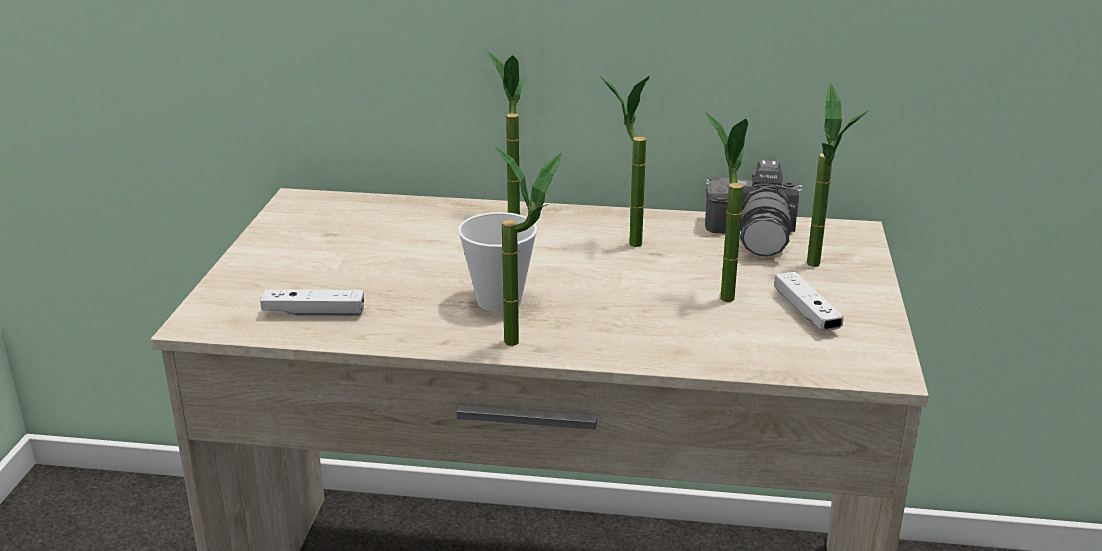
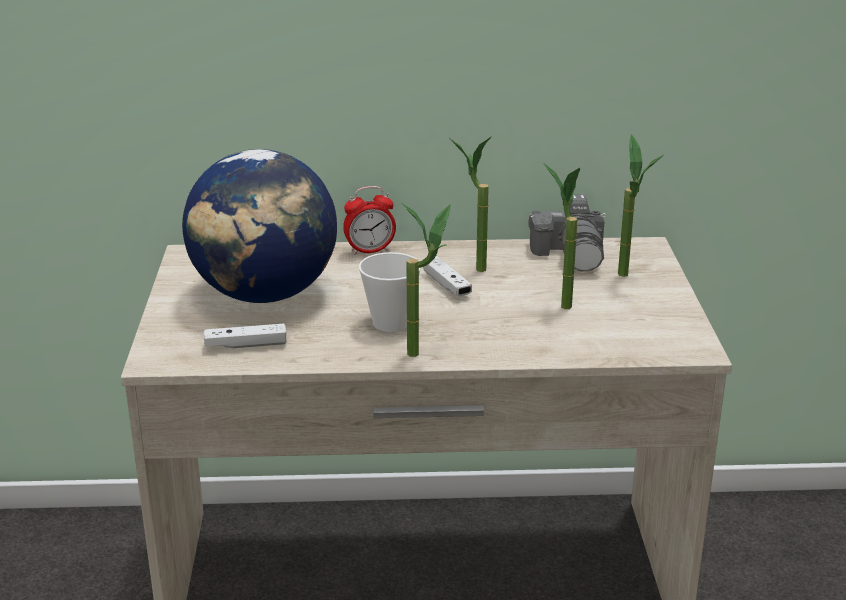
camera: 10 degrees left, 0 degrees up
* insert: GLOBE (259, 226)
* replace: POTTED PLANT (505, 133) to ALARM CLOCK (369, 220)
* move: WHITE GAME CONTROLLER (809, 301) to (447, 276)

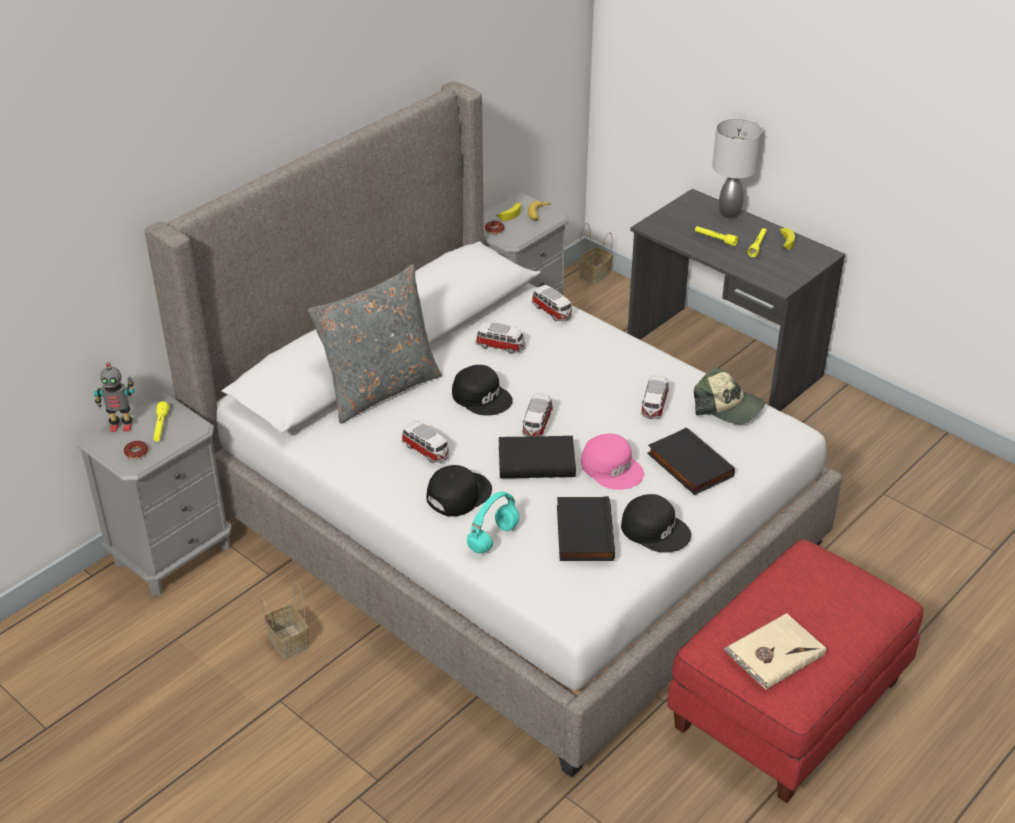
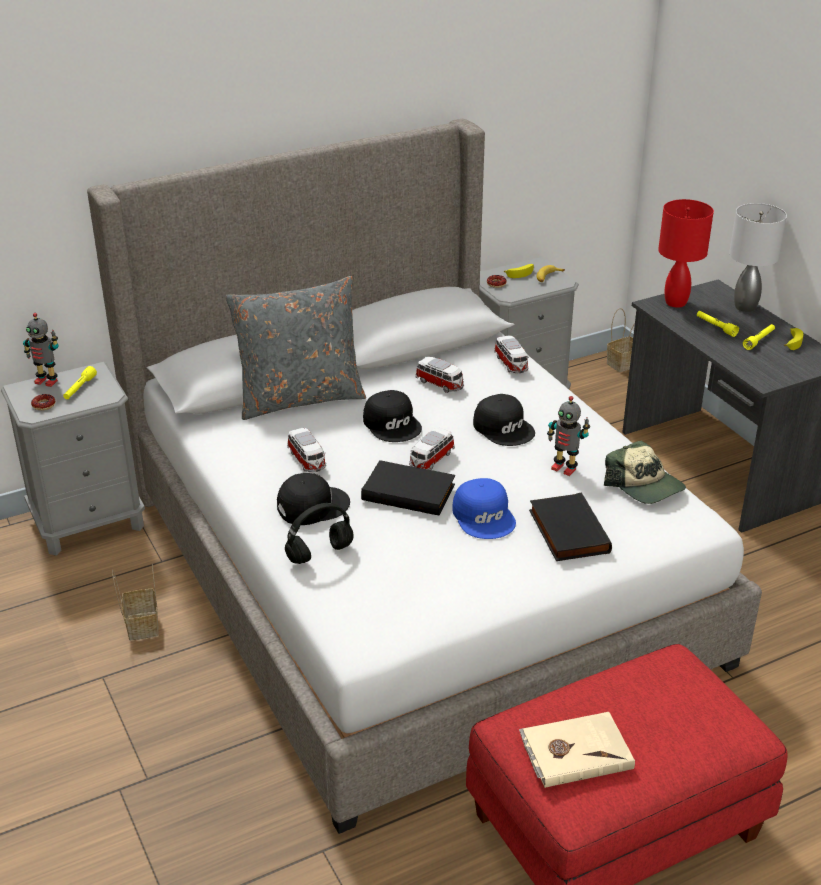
camera: 20 degrees right, 5 degrees down
* recolor: TURQUOISE HEADPHONES (493, 522) to BLACK HEADPHONES (319, 533)
* recolor: PINK CAP (612, 461) to BLUE CAP (484, 508)
* move: BLACK CAP (656, 523) to (504, 420)
* replace: TOY CAR (655, 397) to TOY ROBOT (568, 436)
* insert: RED TABLE LAMP (686, 253)
* delete: BLACK BOOK (586, 528)

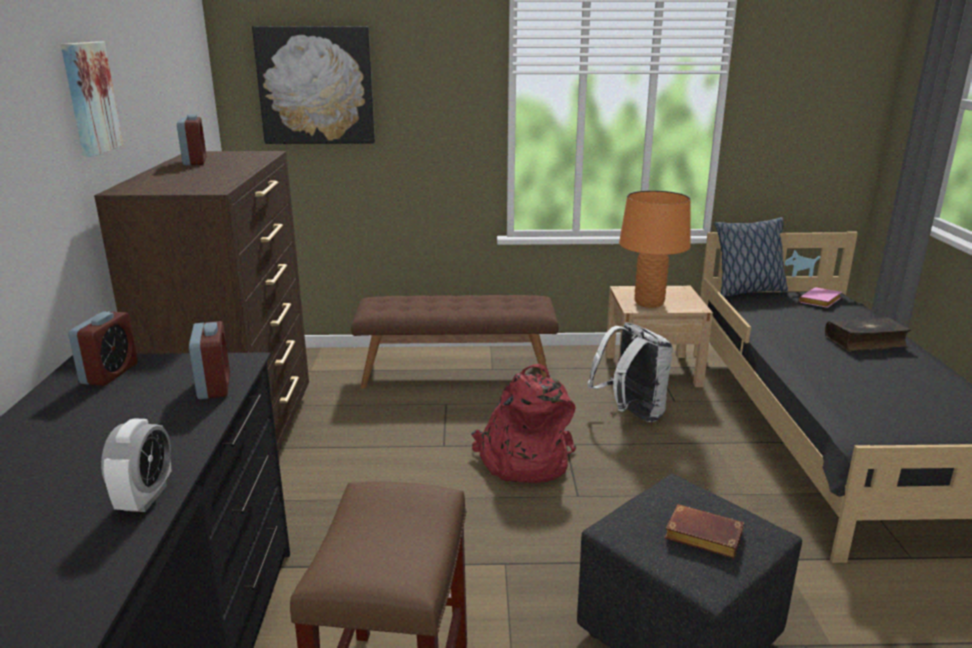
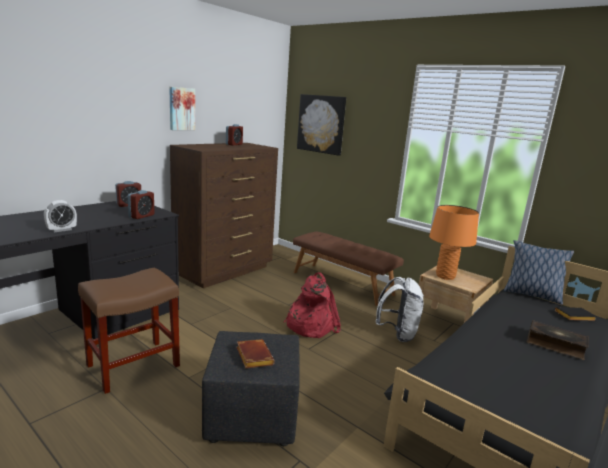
camera: 40 degrees right, 5 degrees down
* recolor: PINK BOOK (820, 297) to BLACK BOOK (576, 314)

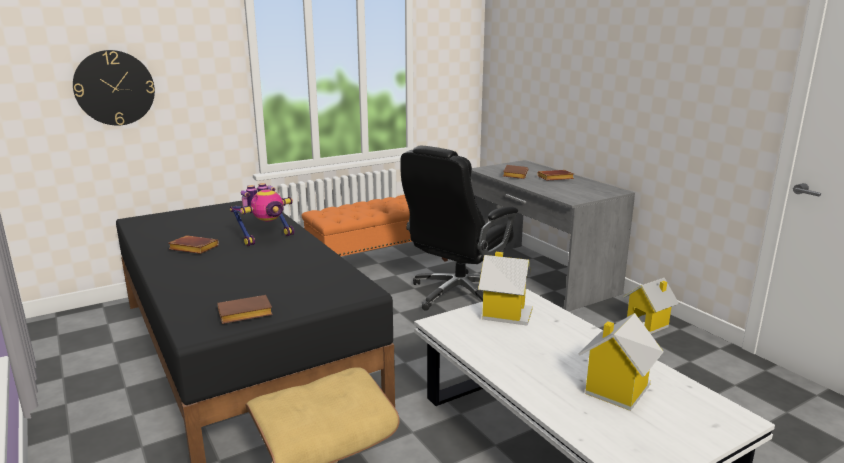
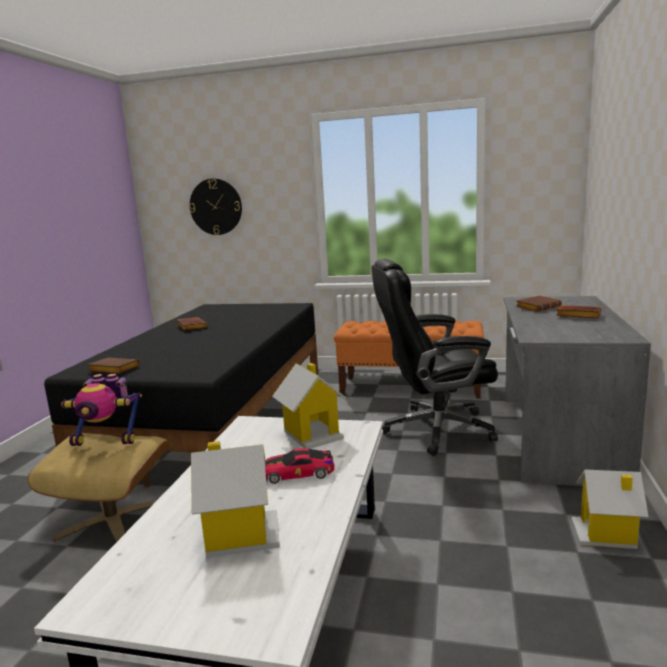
camera: 45 degrees right, 5 degrees down
* move: TOY ROBOT (262, 214) to (101, 410)
* insert: TOY CAR (300, 466)

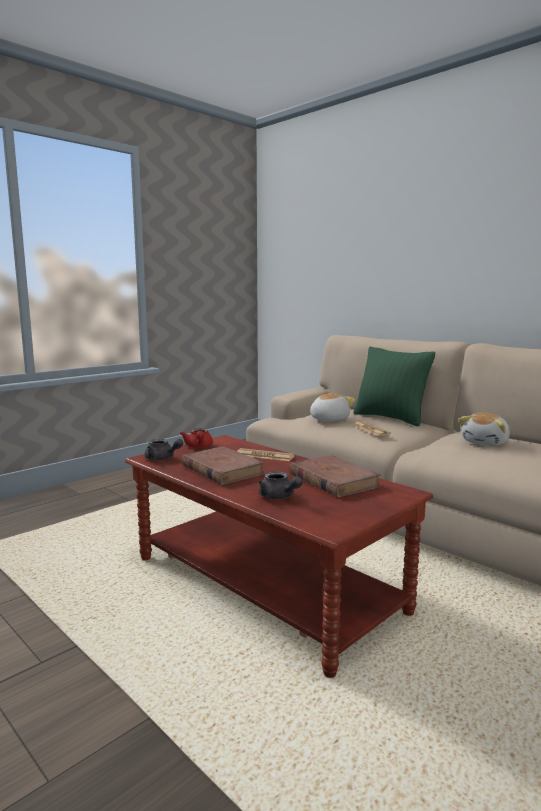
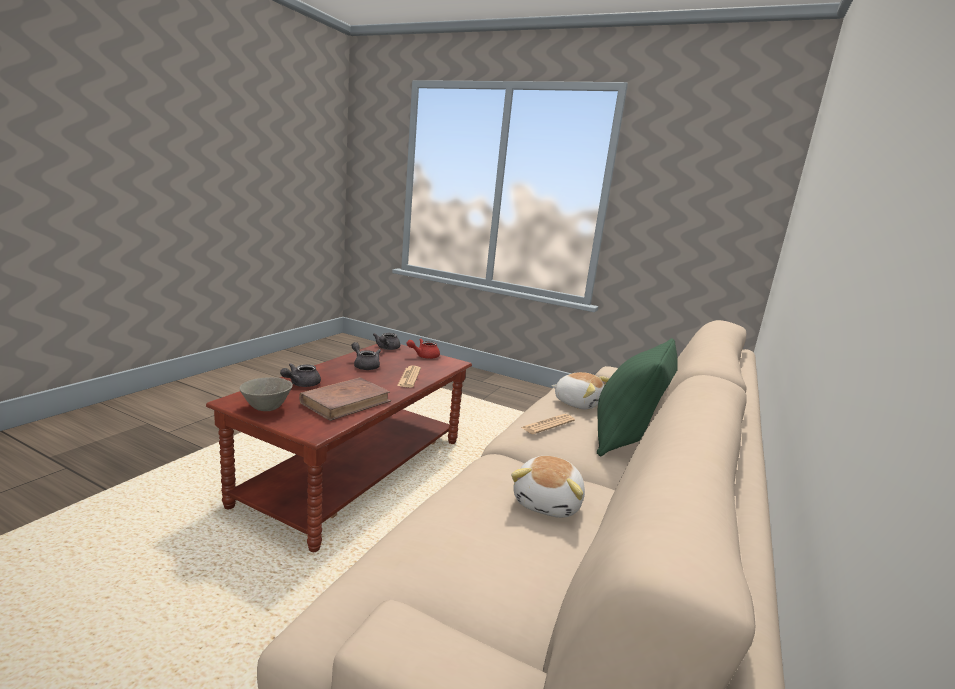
camera: 70 degrees right, 5 degrees up
* insert: GREY BOWL (266, 394)
* replace: BROWN BOOK (223, 466) to GREY TEAPOT (366, 356)
* rotate: PLUSH TOY (484, 429) = (548, 487) 90 degrees counterclockwise

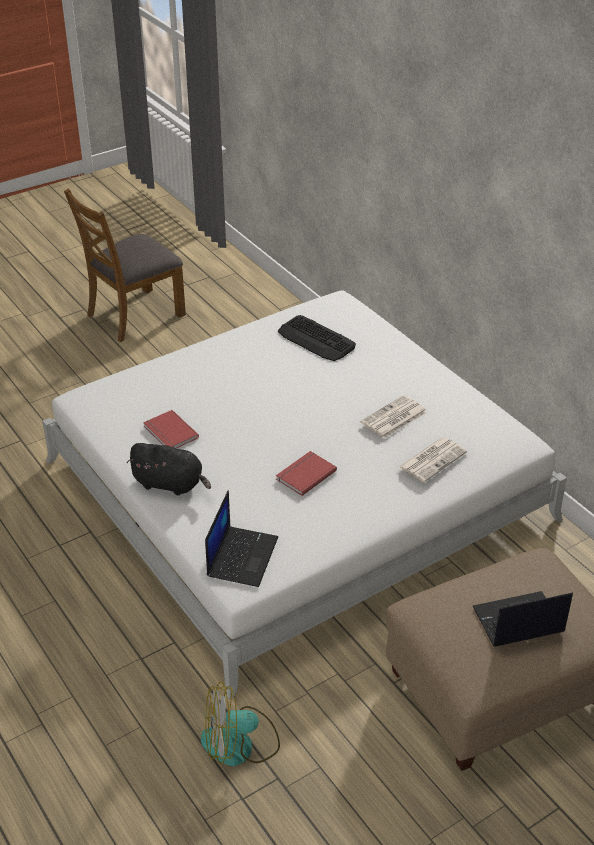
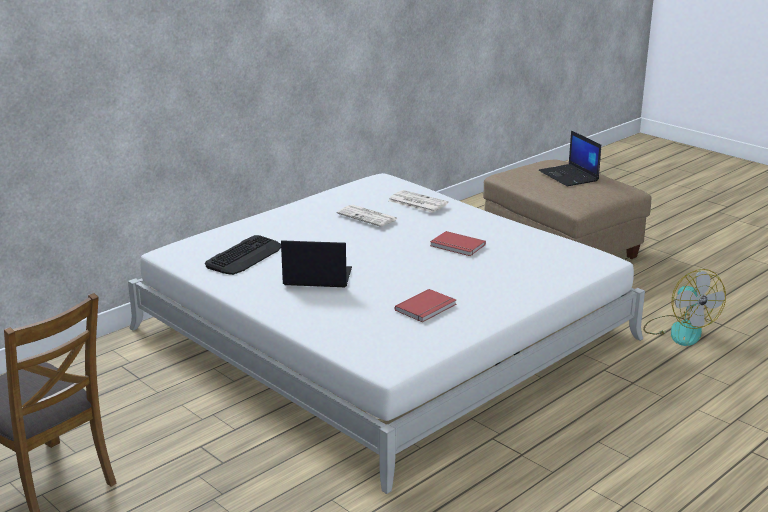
camera: 100 degrees left, 15 degrees down
* move: LAPTOP (241, 538) to (316, 263)
* delete: BLACK PLUSH TOY (169, 469)

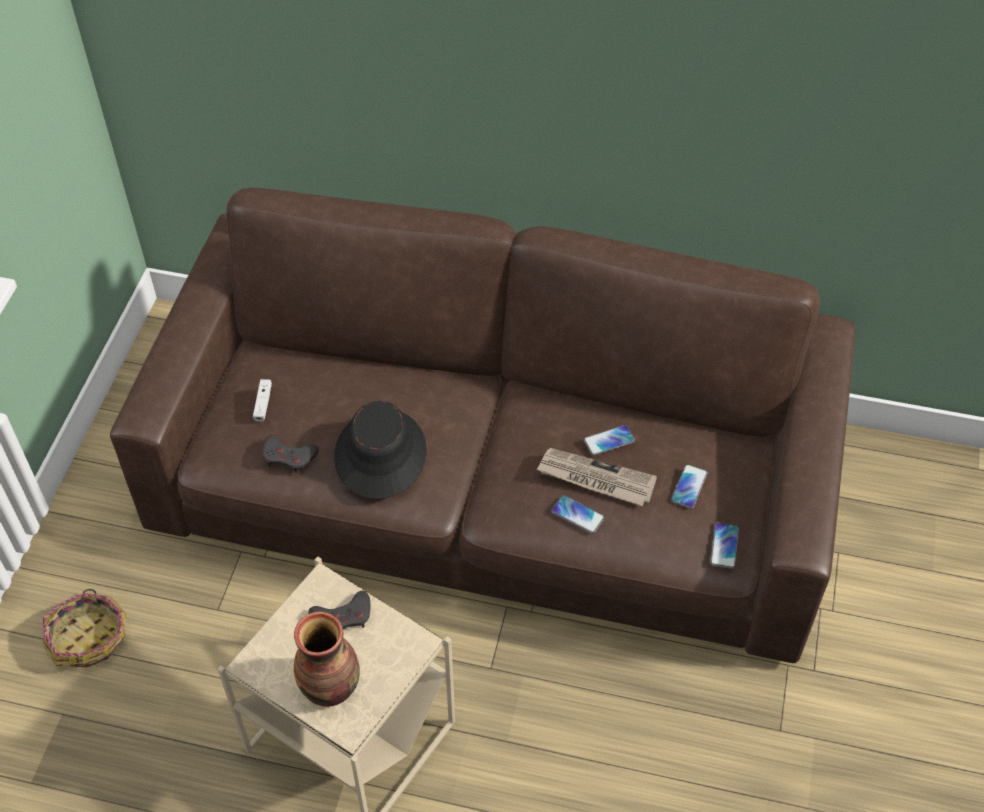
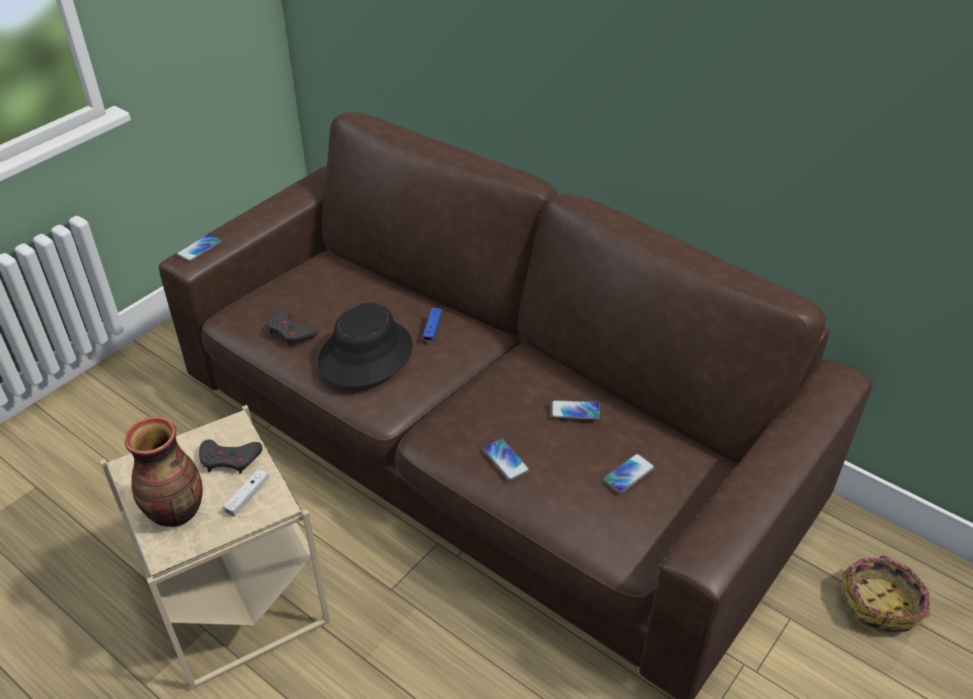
camera: 25 degrees right, 10 degrees down
* move: PHONE (724, 546) to (199, 248)
* move: WHITE GAME CONTROLLER (262, 400) to (246, 493)
* insert: BLUE GAME CONTROLLER (432, 324)
* move: BASKET (84, 628) to (886, 594)
* delete: NEWSPAPER (596, 477)

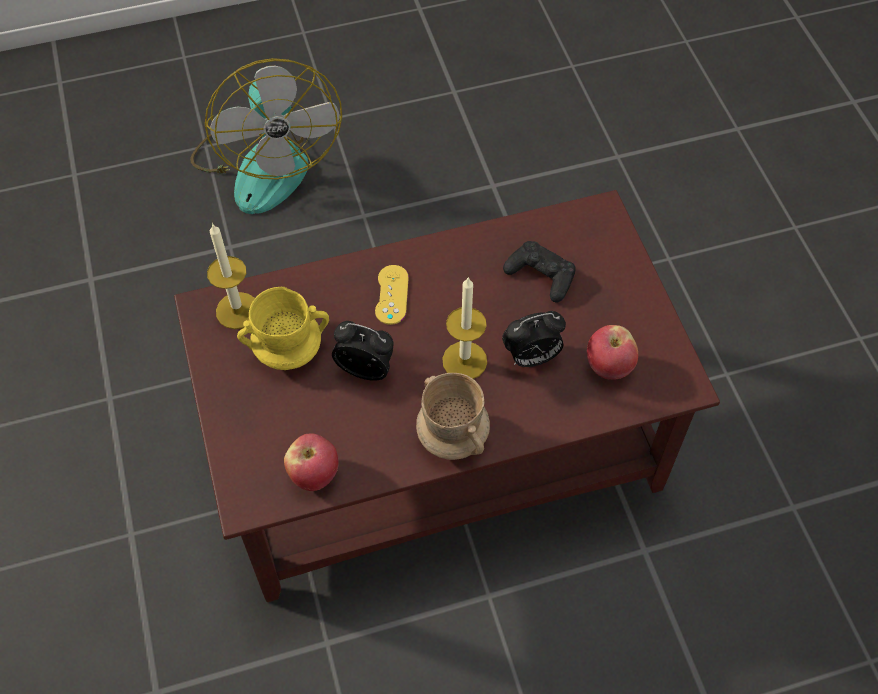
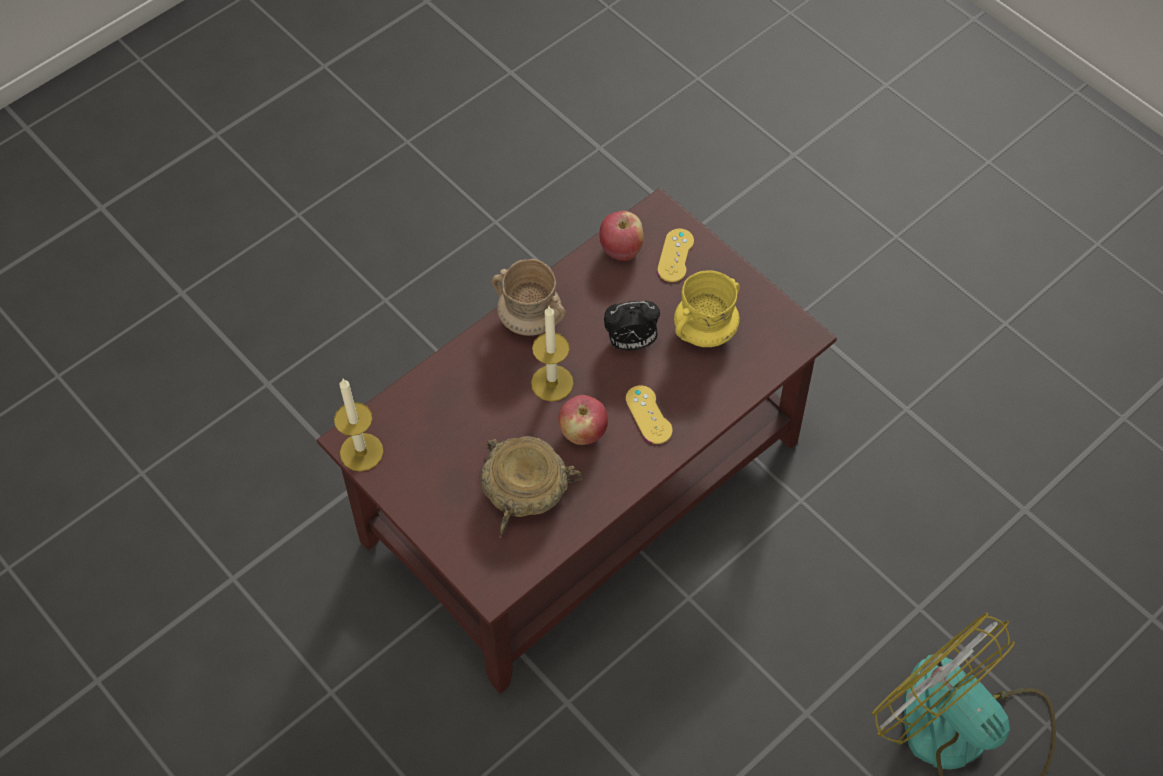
camera: 155 degrees right, 0 degrees up
* move: CANDLE (231, 276) to (358, 425)
* replace: BLACK GAME CONTROLLER (539, 272) to BEIGE BOWL (532, 487)
* move: APPLE (612, 352) to (583, 420)
* insert: YELLOW GAME CONTROLLER (675, 255)
* delete: ALARM CLOCK (534, 339)

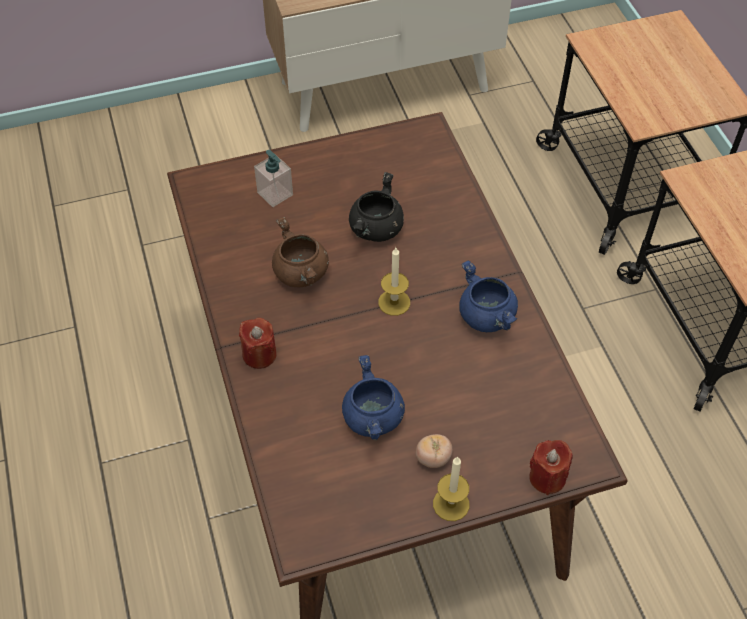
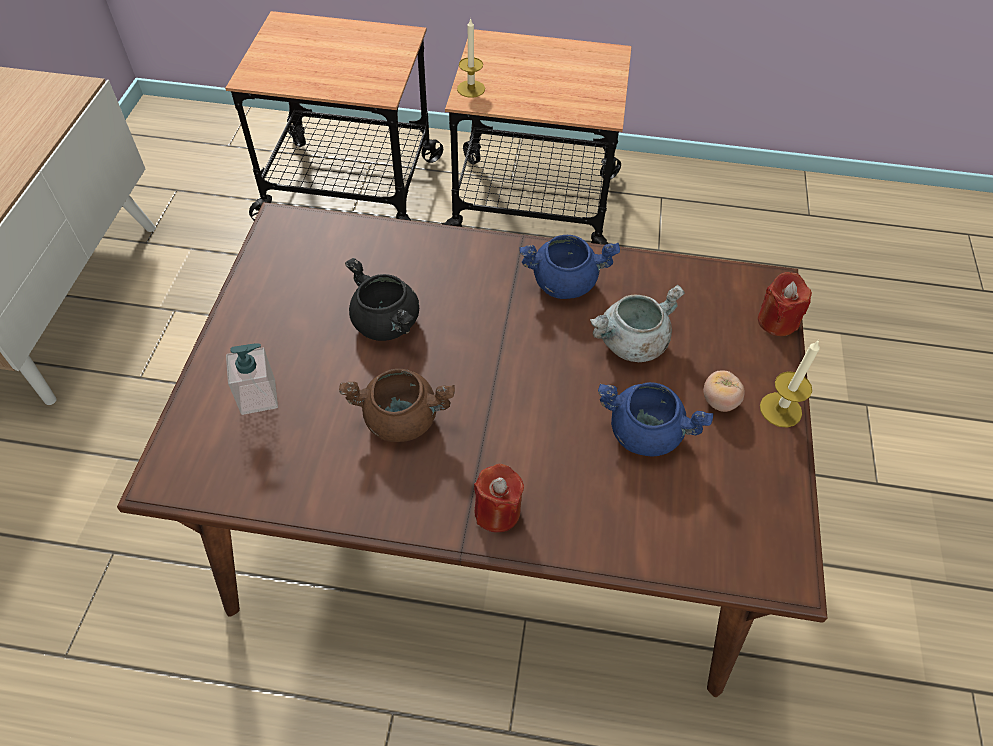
camera: 65 degrees left, 0 degrees up
* move: CANDLE (394, 282) to (471, 58)
* insert: GREY COOKING POT (637, 323)

